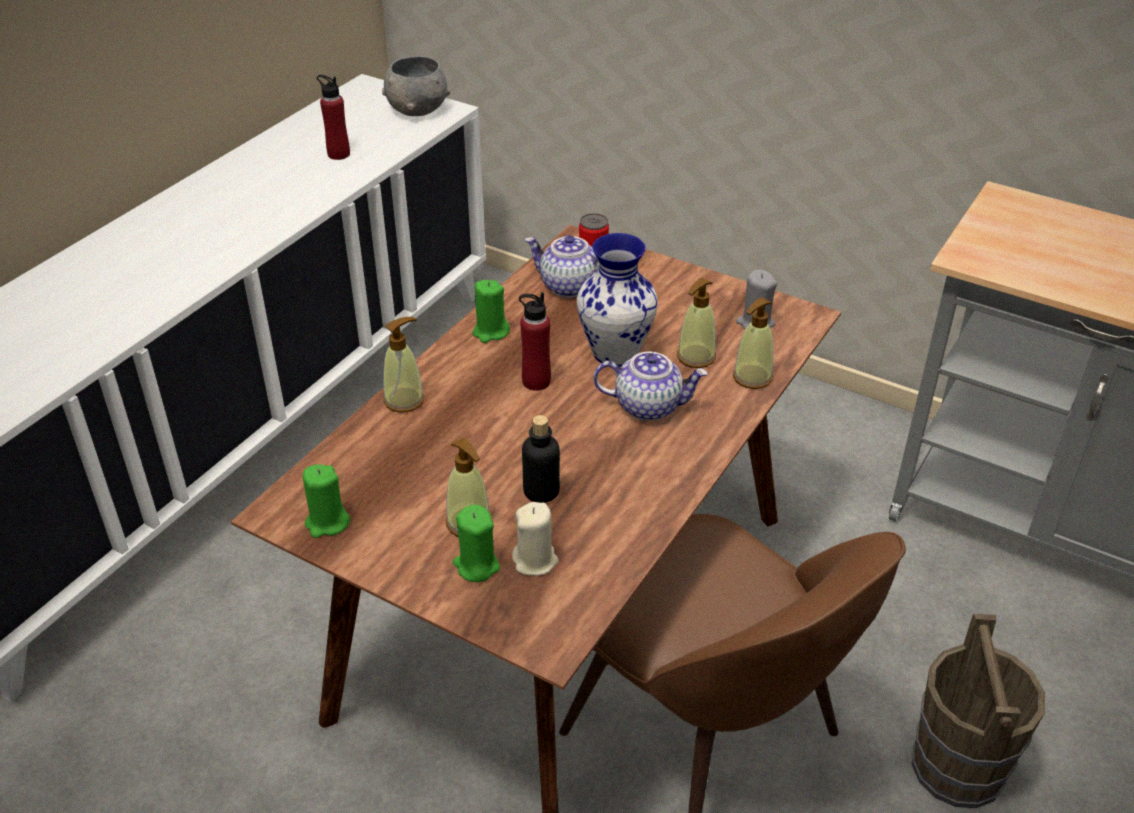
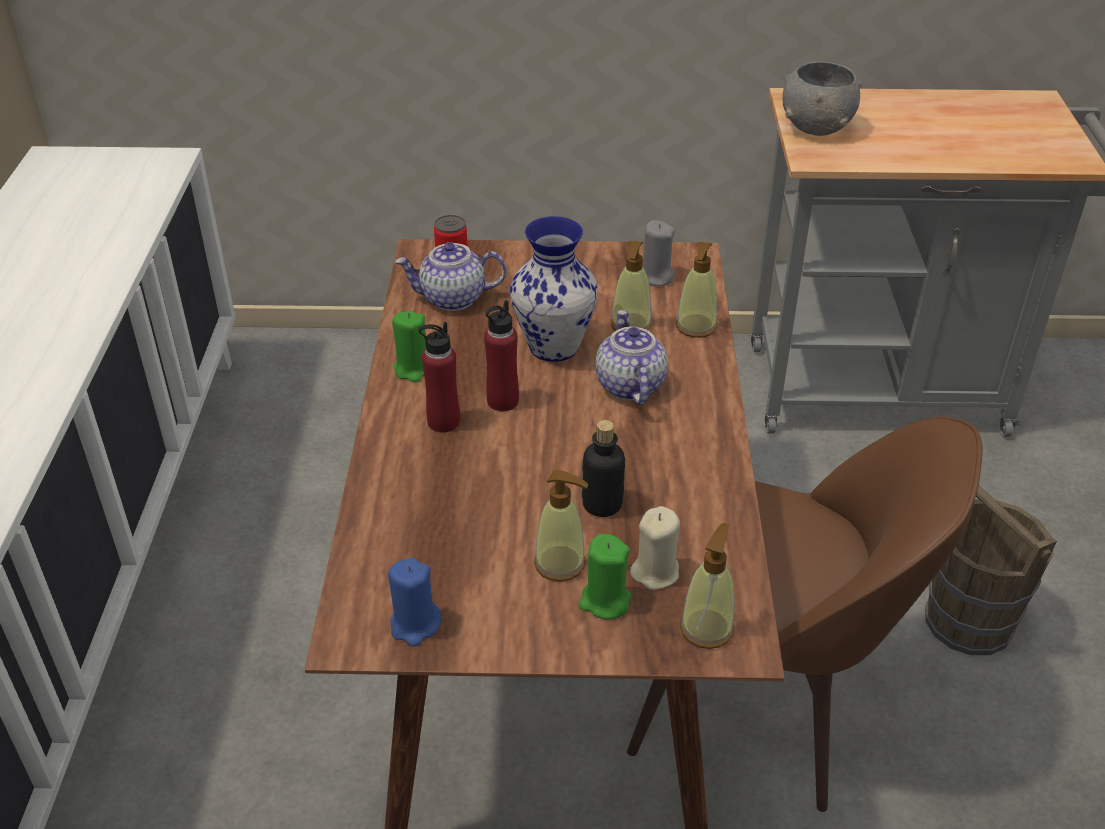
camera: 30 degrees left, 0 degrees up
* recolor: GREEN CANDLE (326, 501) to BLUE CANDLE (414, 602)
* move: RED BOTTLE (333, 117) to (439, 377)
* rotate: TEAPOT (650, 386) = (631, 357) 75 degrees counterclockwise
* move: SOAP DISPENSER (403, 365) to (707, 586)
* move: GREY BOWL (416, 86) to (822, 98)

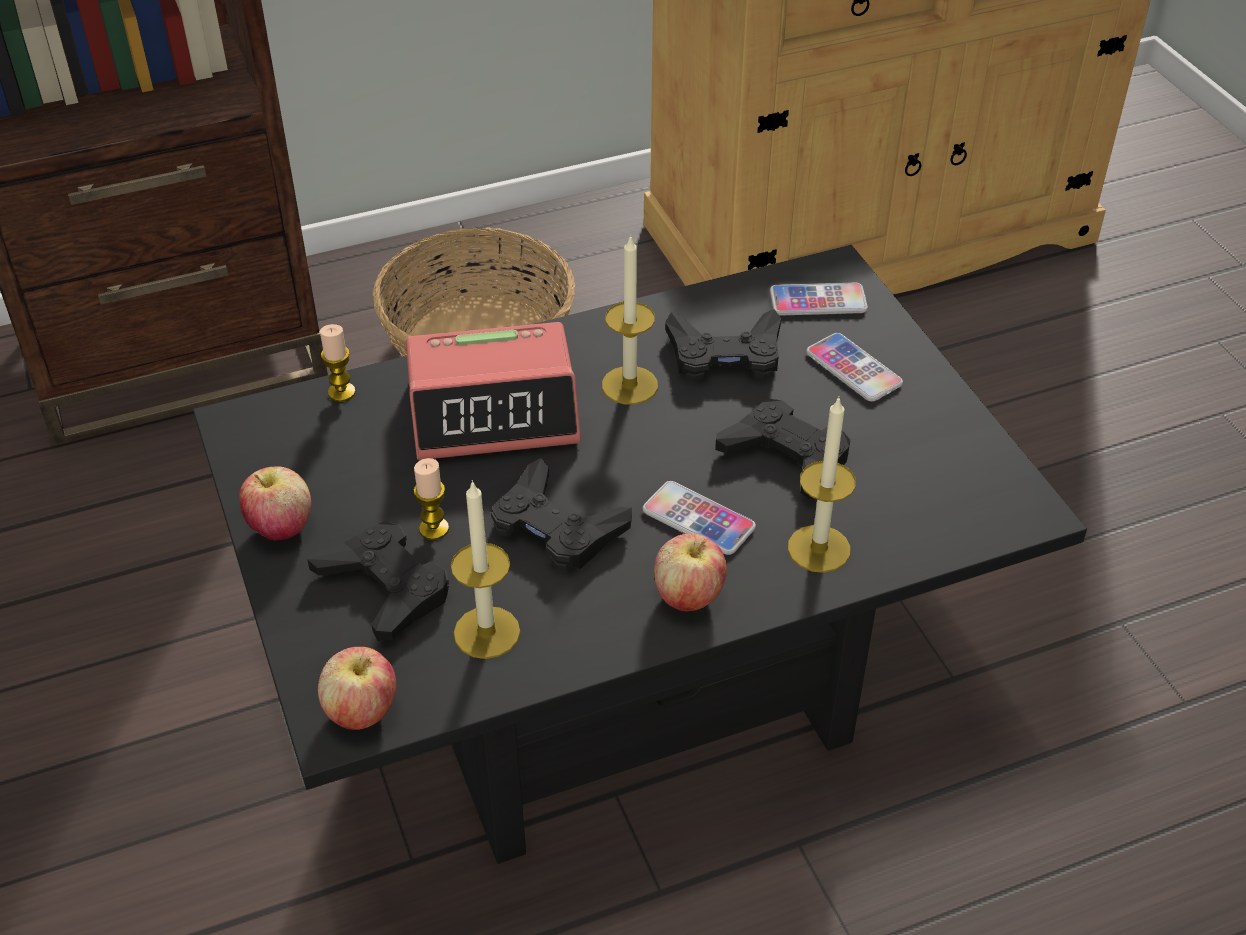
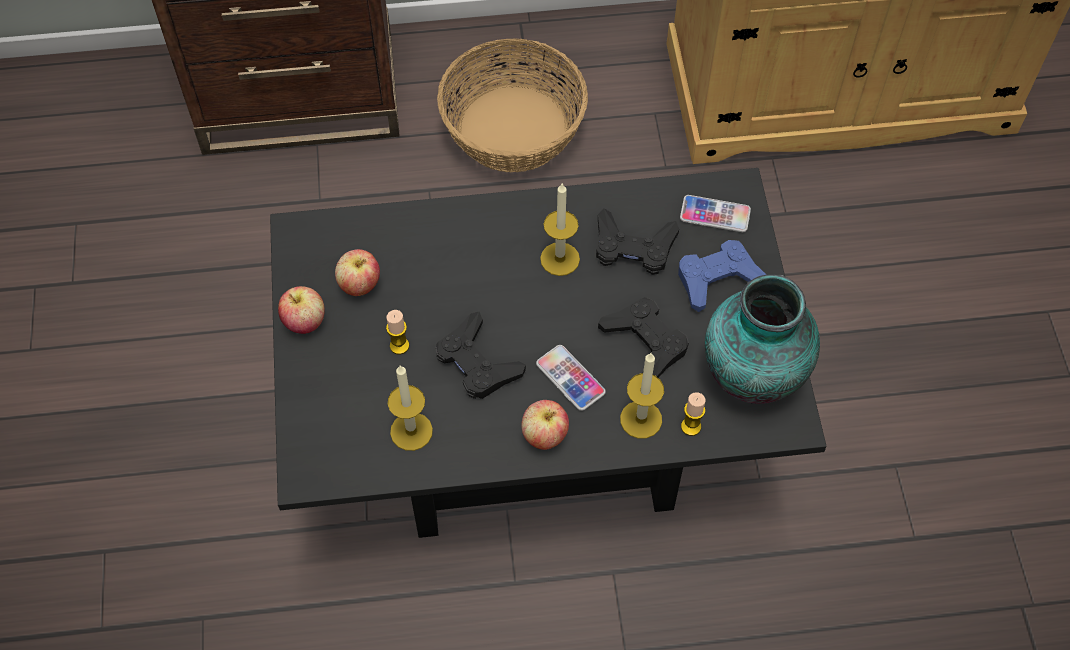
camera: 15 degrees right, 15 degrees up
* move: APPLE (357, 688) to (357, 272)
* replace: PHONE (854, 367) to BLUE GAME CONTROLLER (722, 276)
* move: CANDLE (338, 363) to (693, 414)
* insert: VASE (762, 339)
* delete: BLACK GAME CONTROLLER (378, 581)
* delete: ALARM CLOCK (493, 391)

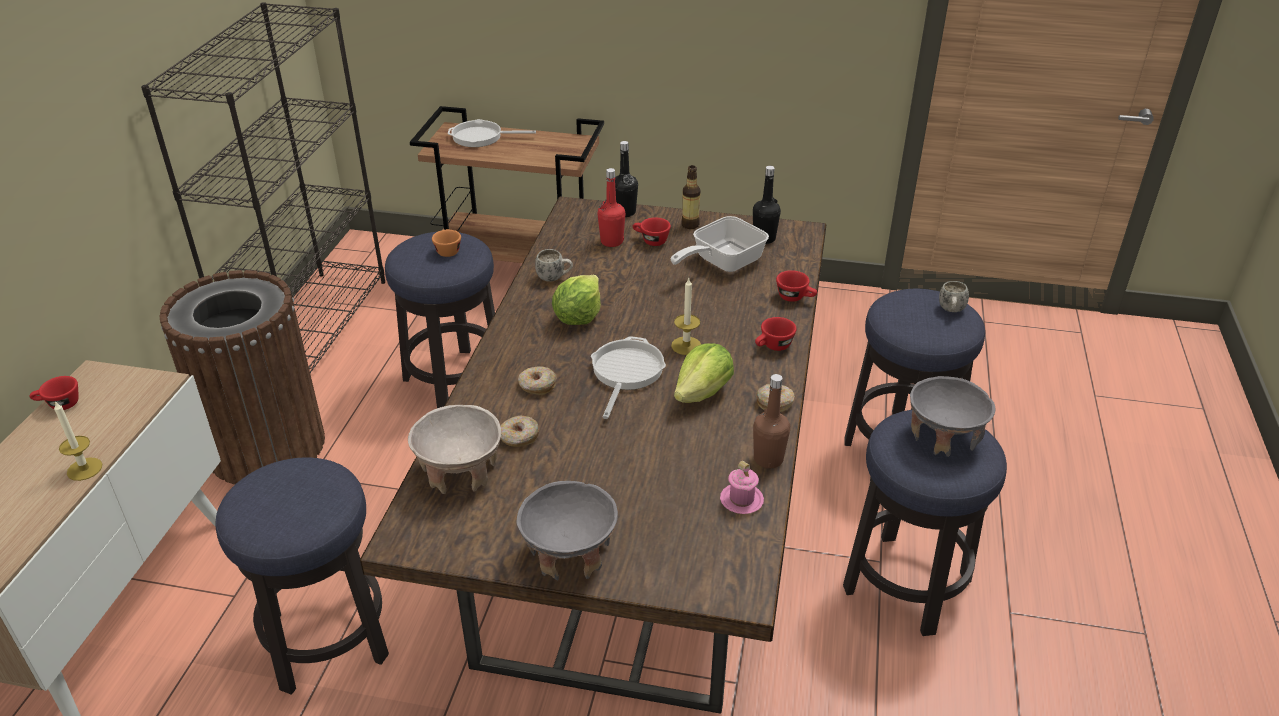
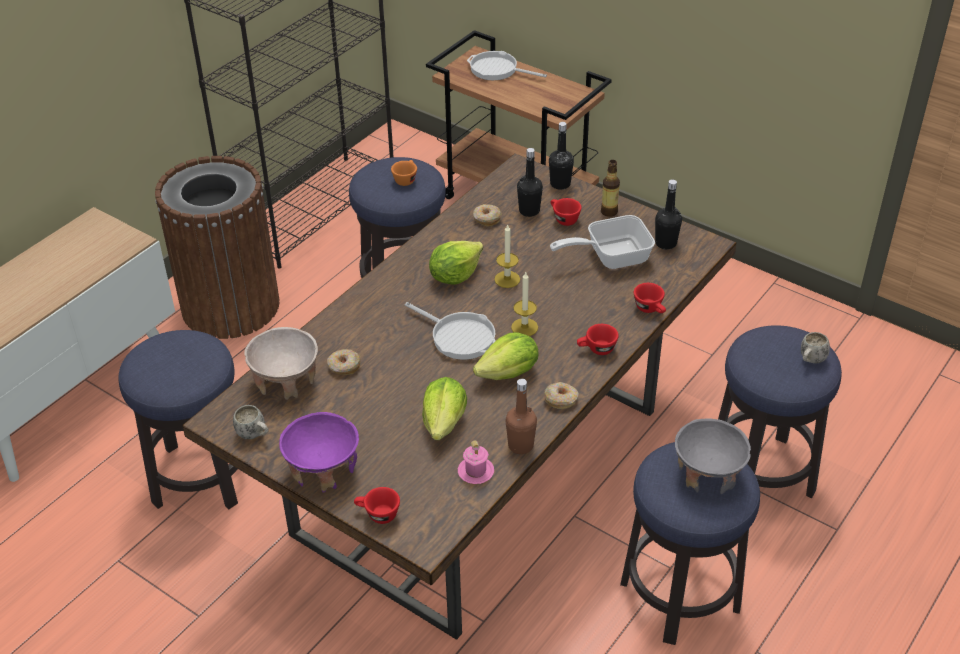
camera: 25 degrees right, 5 degrees up
* move: WHITE MUG (554, 265) to (251, 422)
* recolor: GREY BOWL (567, 531) to PURPLE BOWL (319, 452)
* move: RED CUP (54, 393) to (377, 505)
* rotate: FRYING PAN (628, 377) = (450, 331) 90 degrees clockwise
* insert: LETTUCE (444, 408)
* move: DONUT (537, 380) to (487, 215)
* move: CANDLE (78, 441) to (507, 256)
* recolor: RED BOTTLE (611, 207) to BLACK BOTTLE (530, 182)

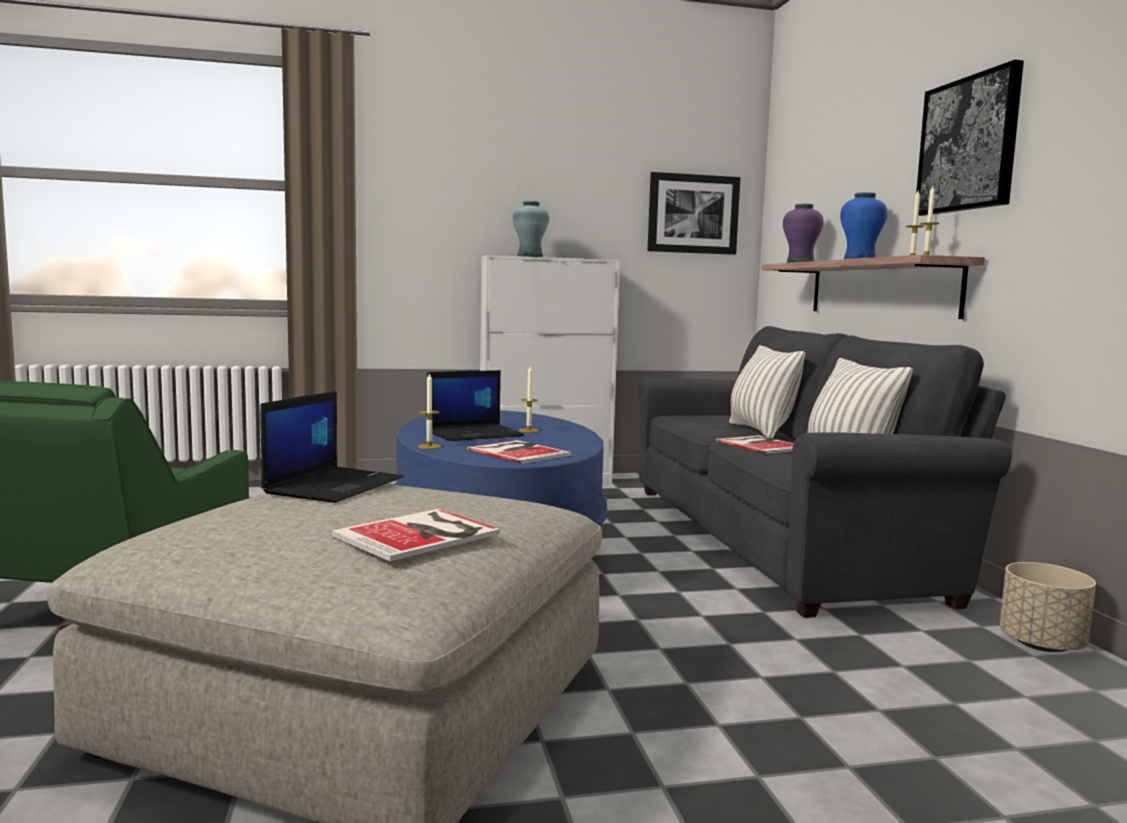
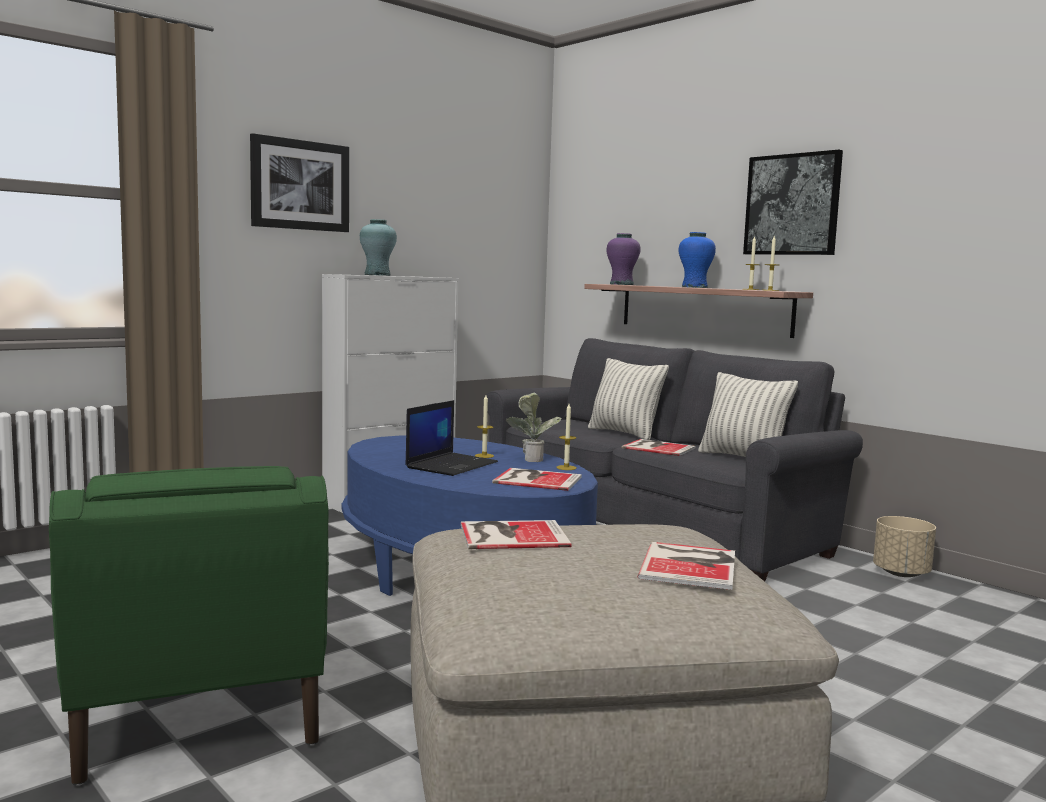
camera: 30 degrees left, 0 degrees up
* move: PICTURE (693, 213) to (299, 182)
* replace: LAPTOP (332, 447) to BOOK (516, 534)
* insert: POTTED PLANT (534, 427)
* move: CANDLE (429, 410) to (566, 437)

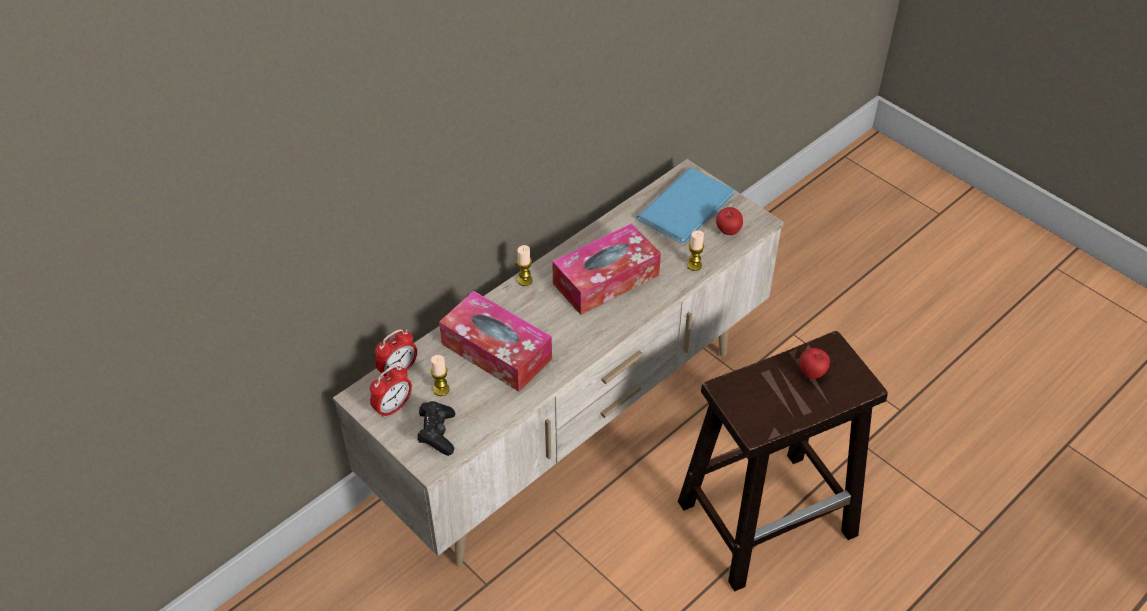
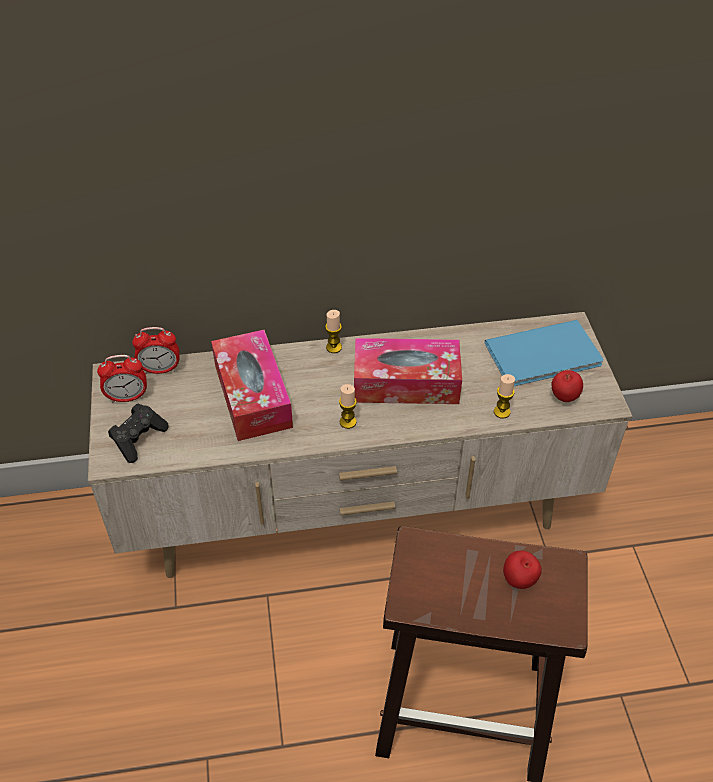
camera: 35 degrees right, 0 degrees up
* move: CANDLE (440, 375) to (348, 406)

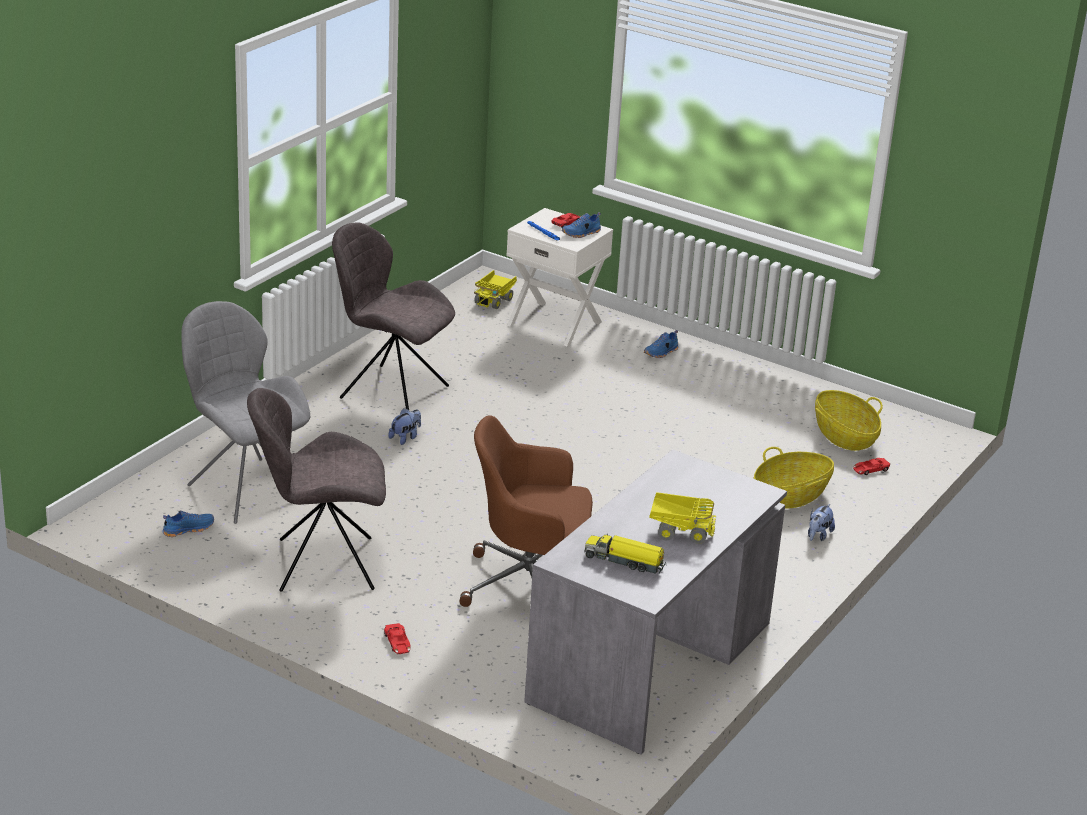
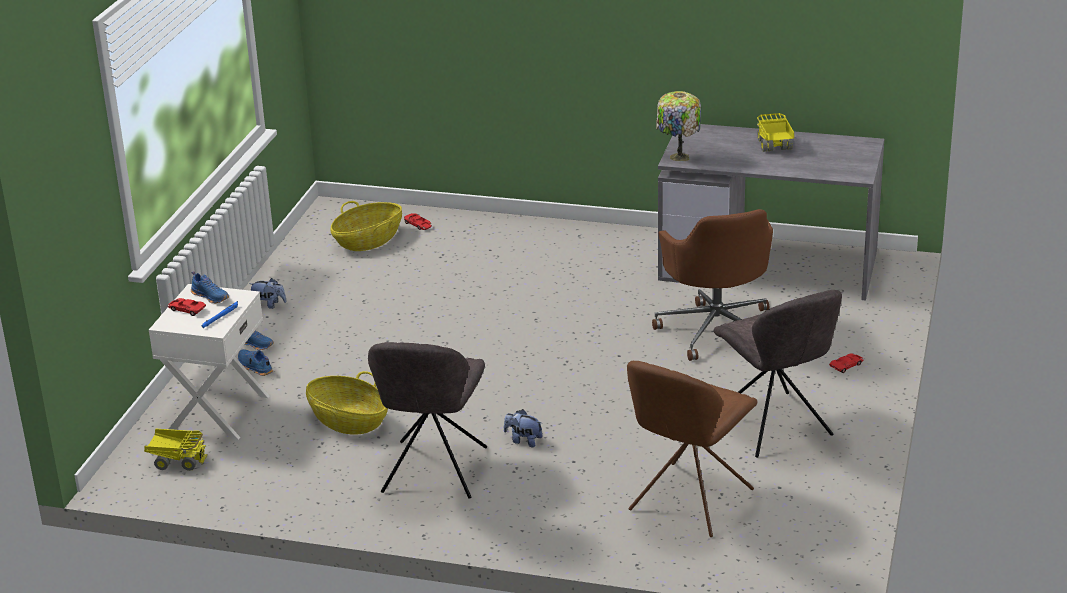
camera: 105 degrees left, 0 degrees up
* move: BLUE SHOE (188, 523) to (255, 362)
* move: PLUSH TOY (821, 522) to (267, 293)
* move: BASKET (793, 478) to (347, 403)
* recolor: GREY CHAIR (246, 412) to BROWN CHAIR (692, 449)
* insert: TABLE LAMP (678, 126)
* delete: TOY TRUCK (625, 554)

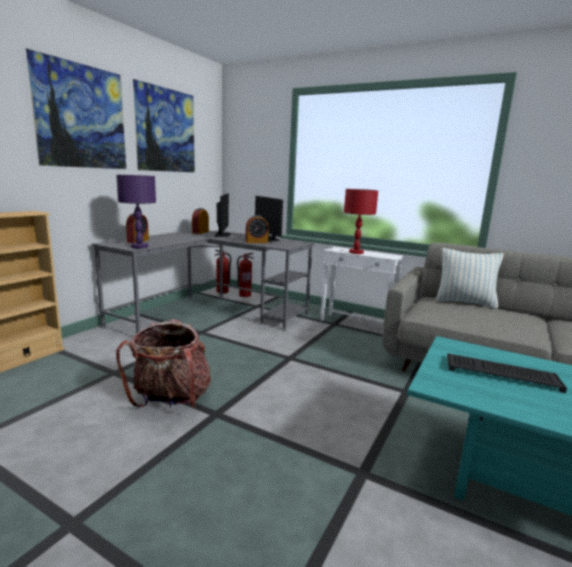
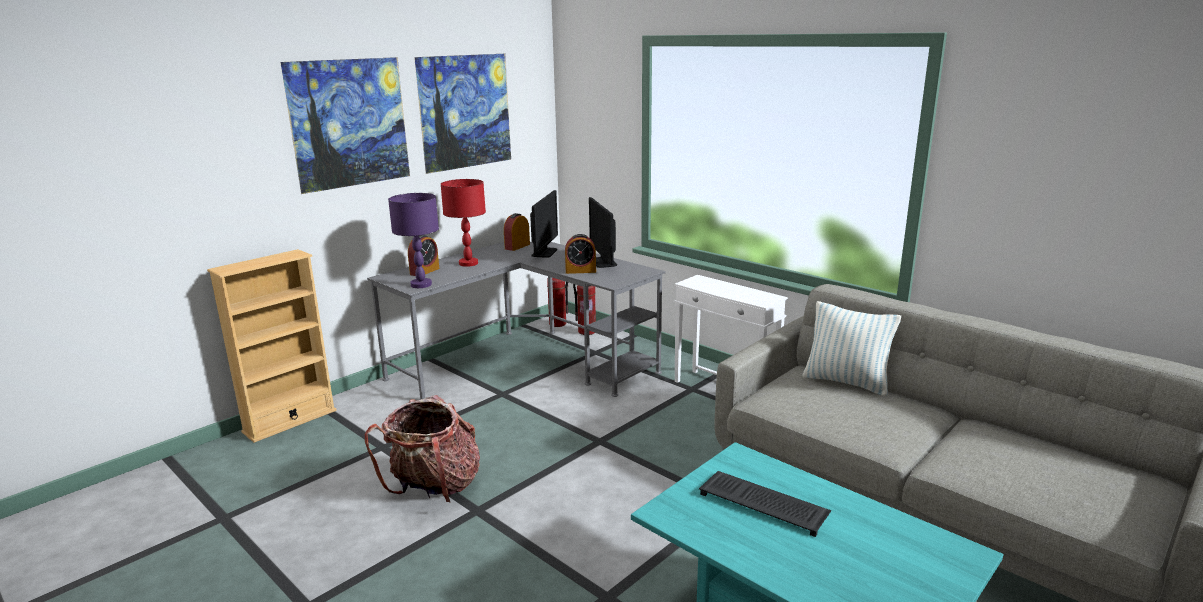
camera: 15 degrees right, 5 degrees up
* move: RED TABLE LAMP (361, 221) to (463, 223)

